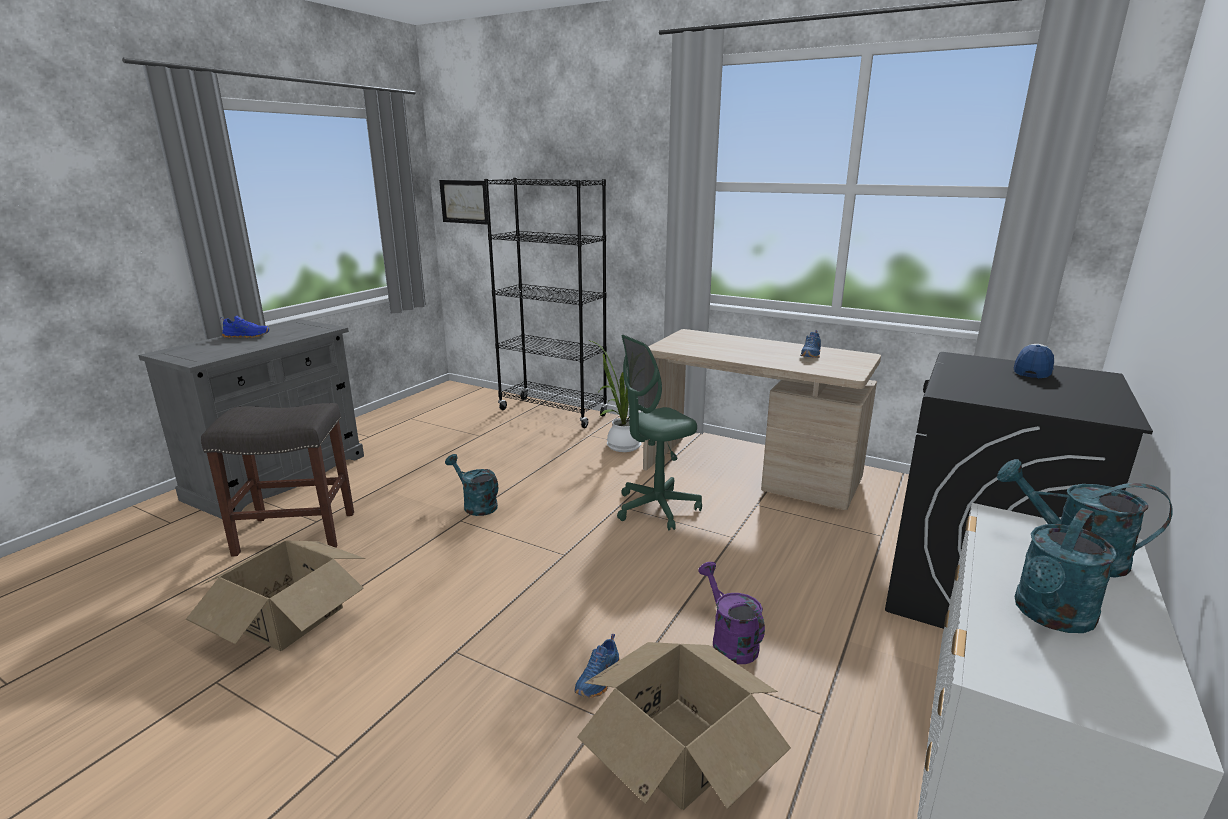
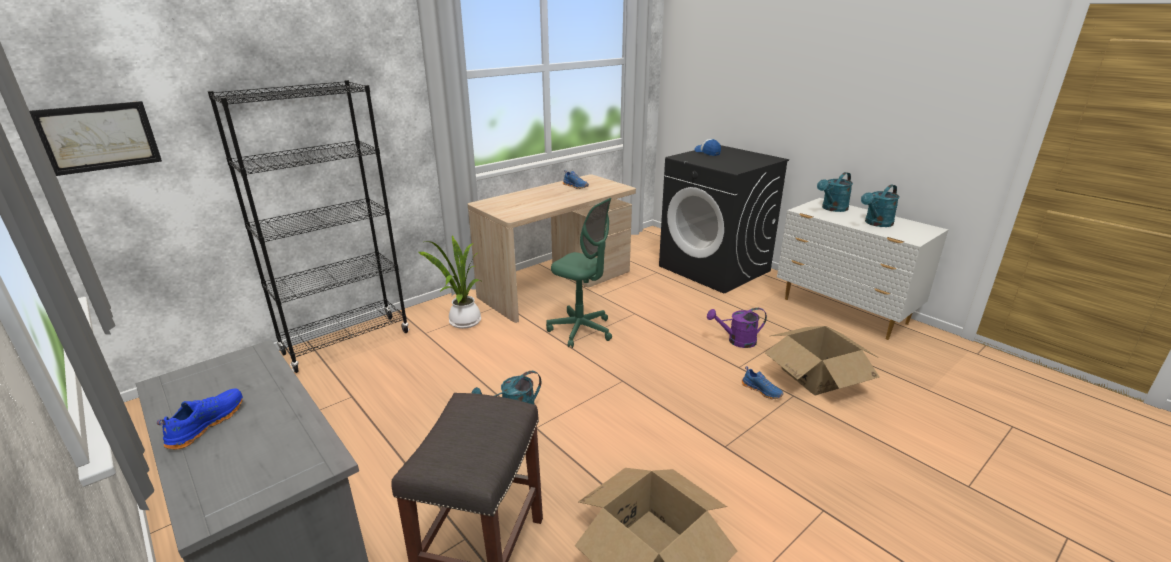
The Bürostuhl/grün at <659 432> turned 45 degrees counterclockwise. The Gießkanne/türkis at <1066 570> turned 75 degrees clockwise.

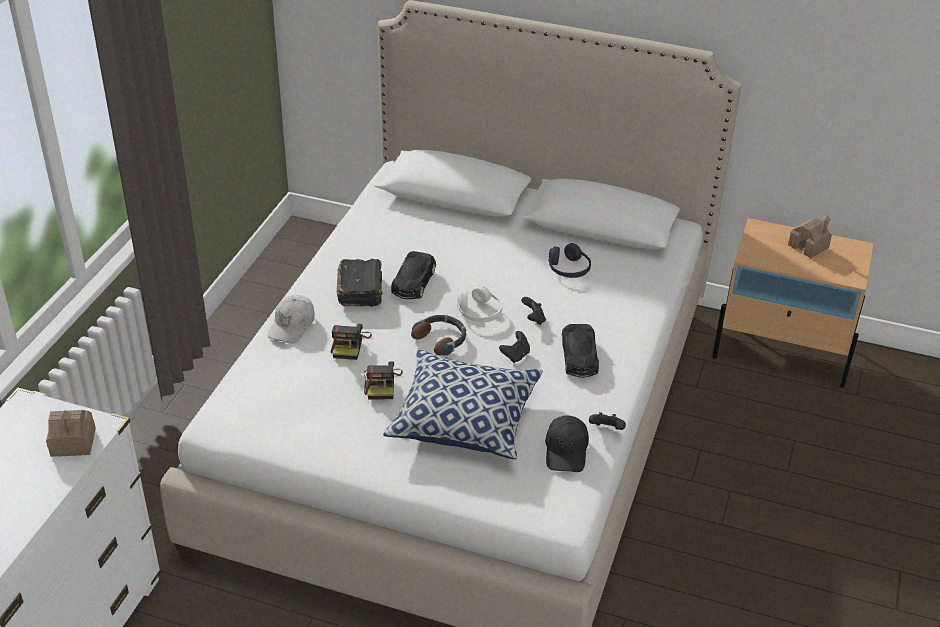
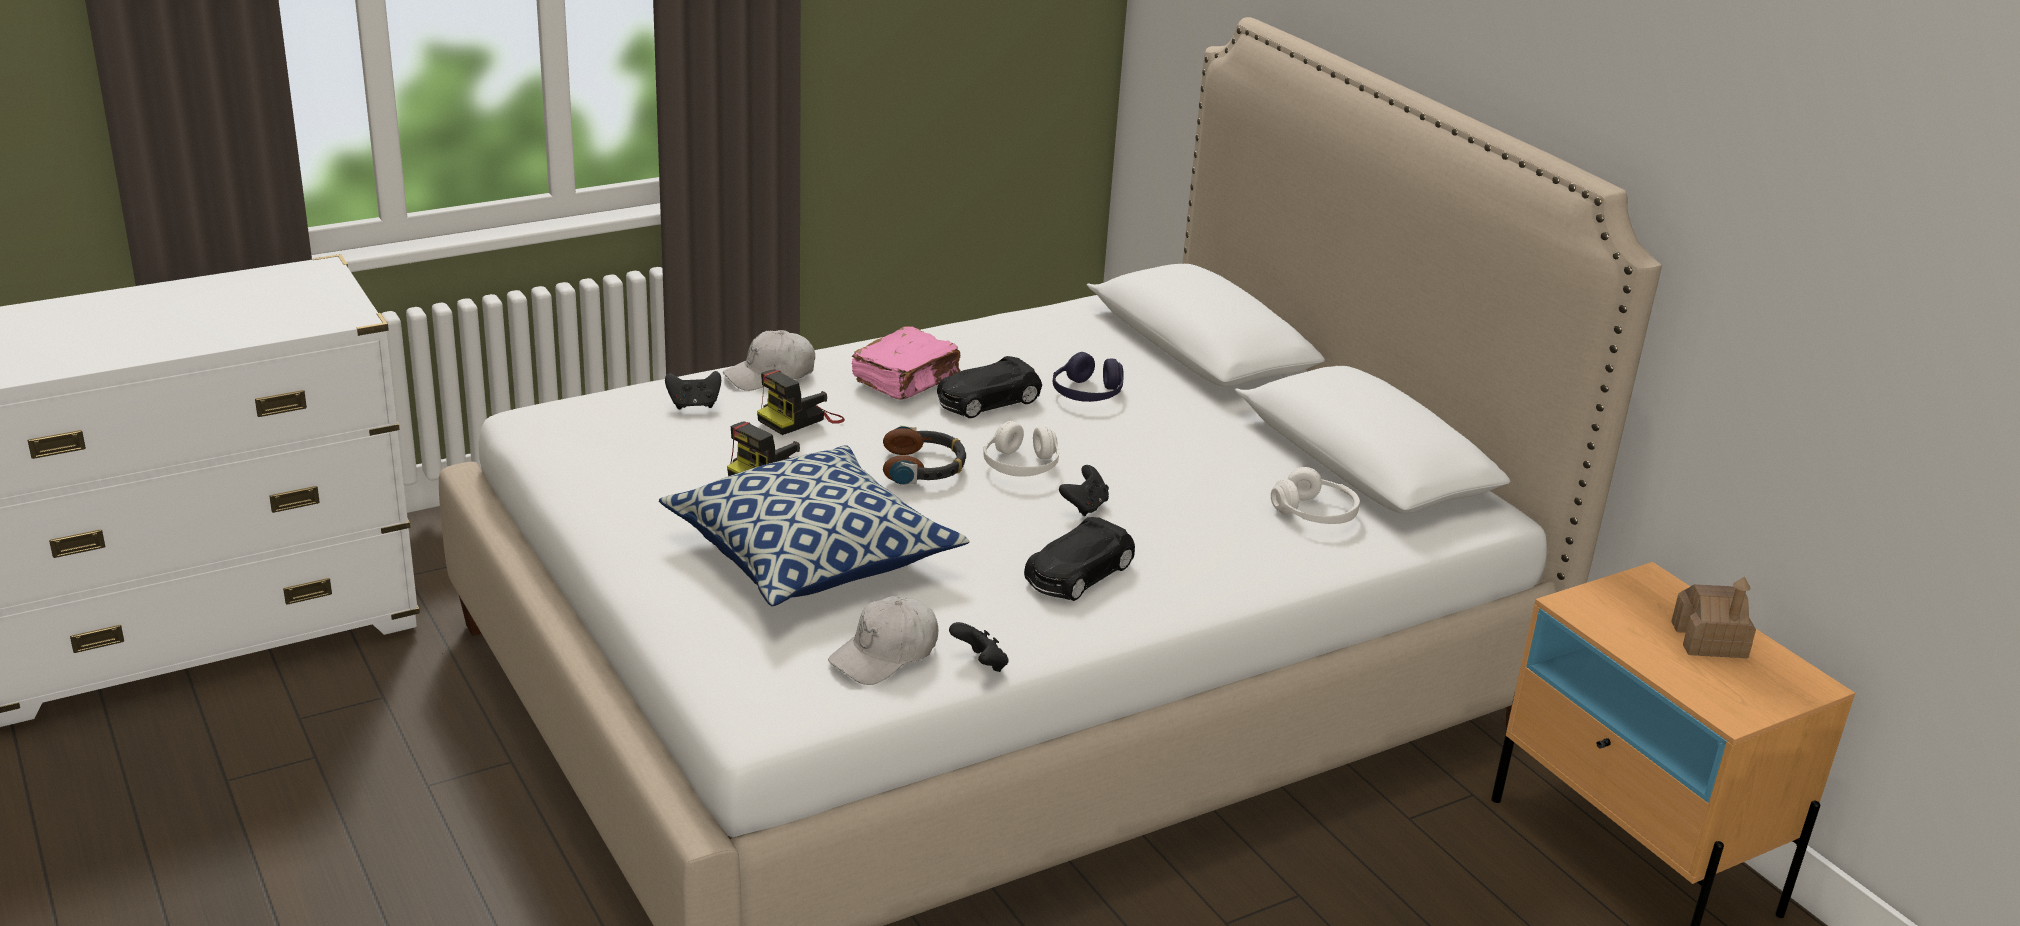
The Kopfhörer/lila moved from <569 260> to <1088 377>. The Buch/schwarz at <360 283> became the Buch/rosa at <906 363>. The Gamepad/schwarz moved from <514 347> to <693 390>. The Spielzeughaus at <71 433> disappeared. The Kappe/schwarz at <567 443> became the Kappe/weiß at <883 640>. The Kopfhörer/weiß at <1315 495> appeared.

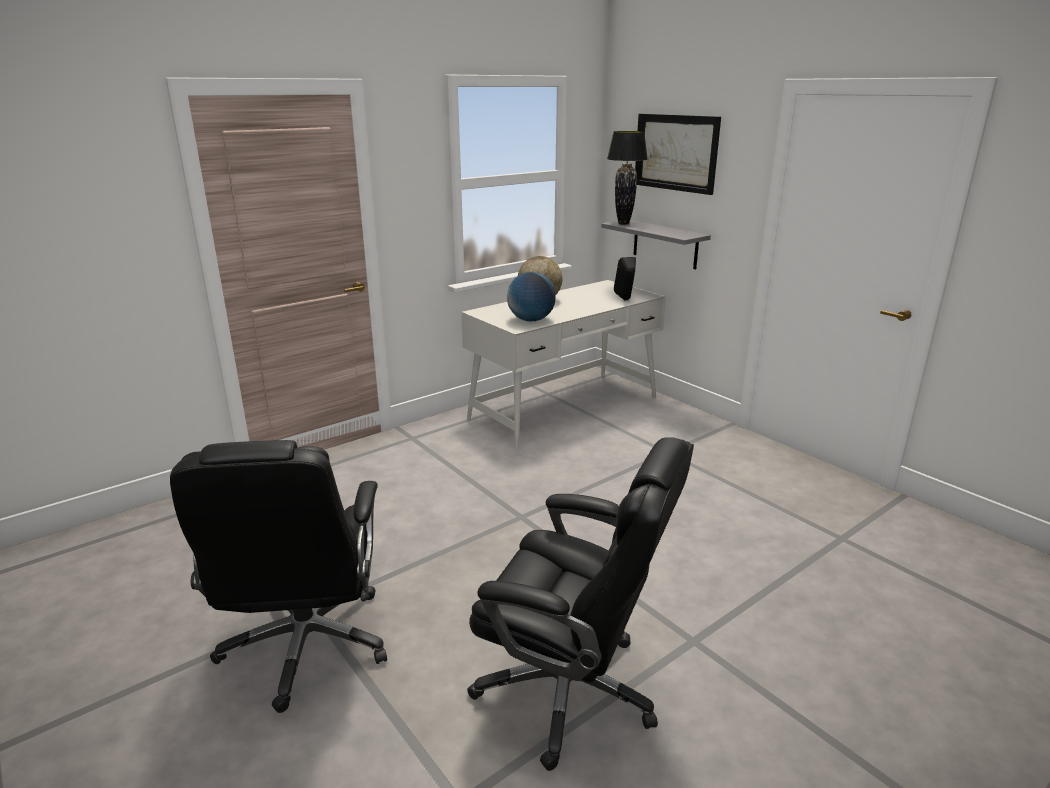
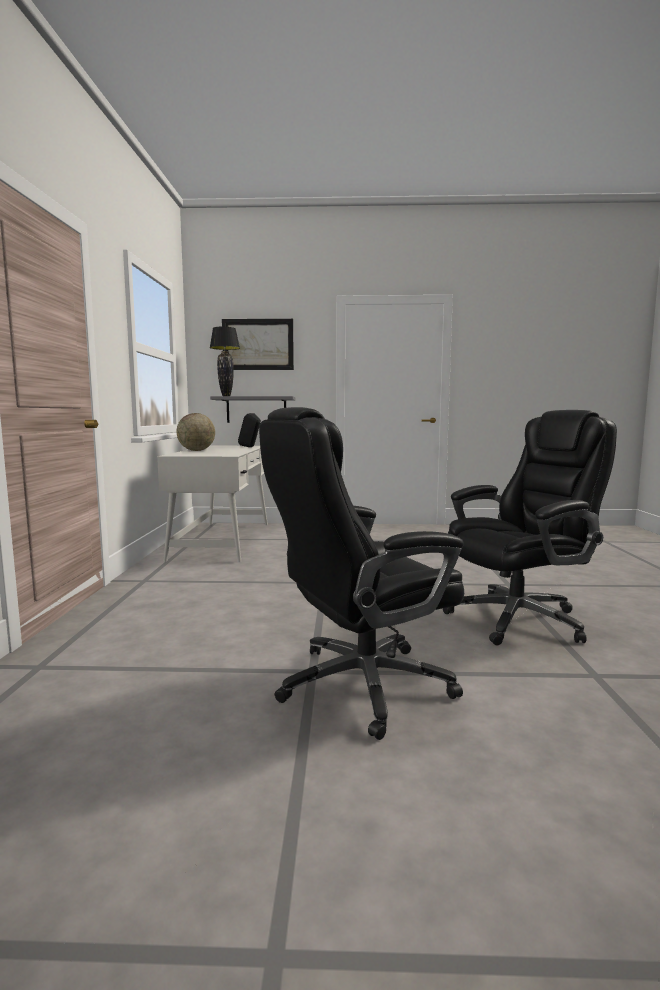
The Globus at <531 296> disappeared. The Bürostuhl/schwarz at <278 576> turned 120 degrees clockwise.

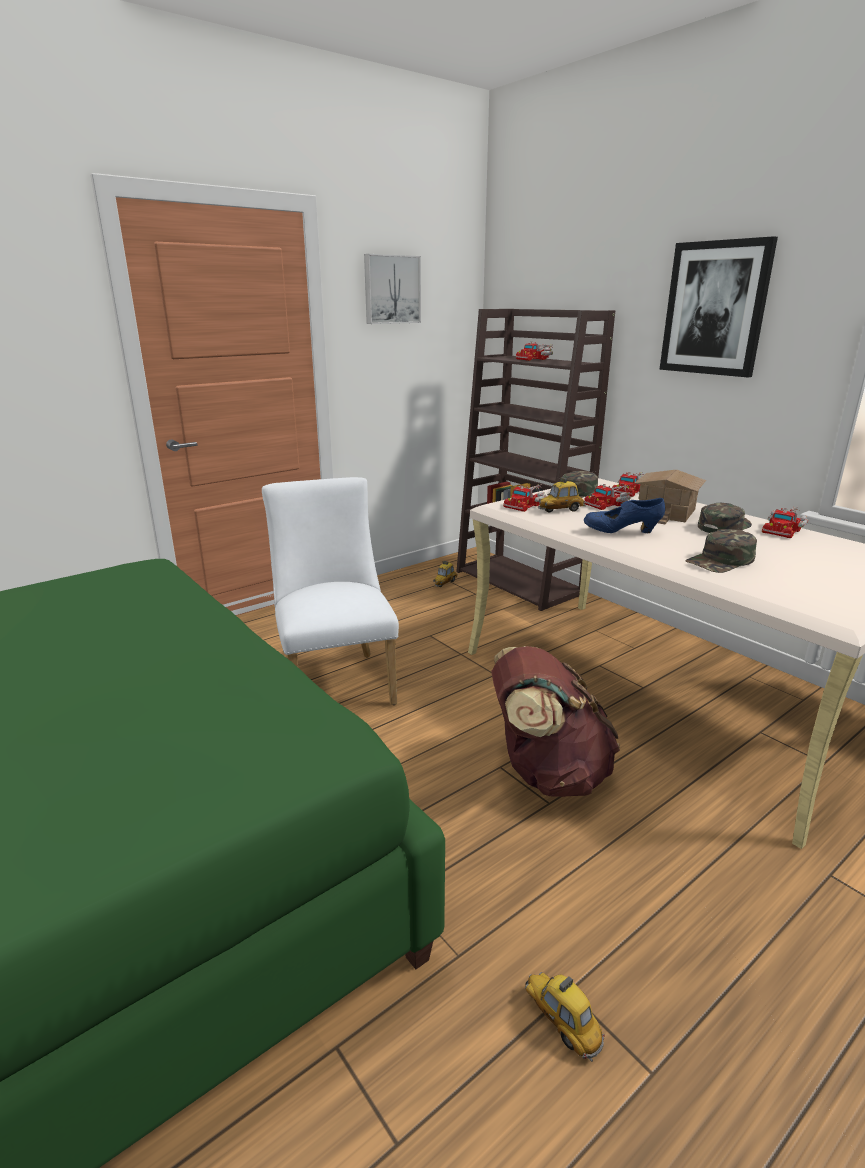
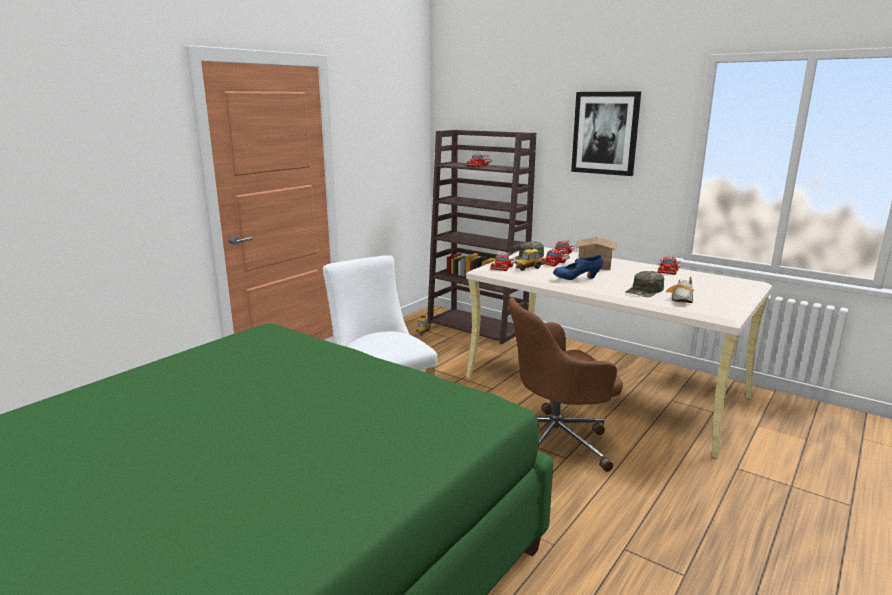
The Bild at <392 289> disappeared. The Kappe/grün at <725 518> disappeared. The Rucksack/braun at <555 721> was replaced by the Bürostuhl/braun at <565 384>. The Spielzeugauto at <565 1017> disappeared. The Schuh at <679 289> appeared.

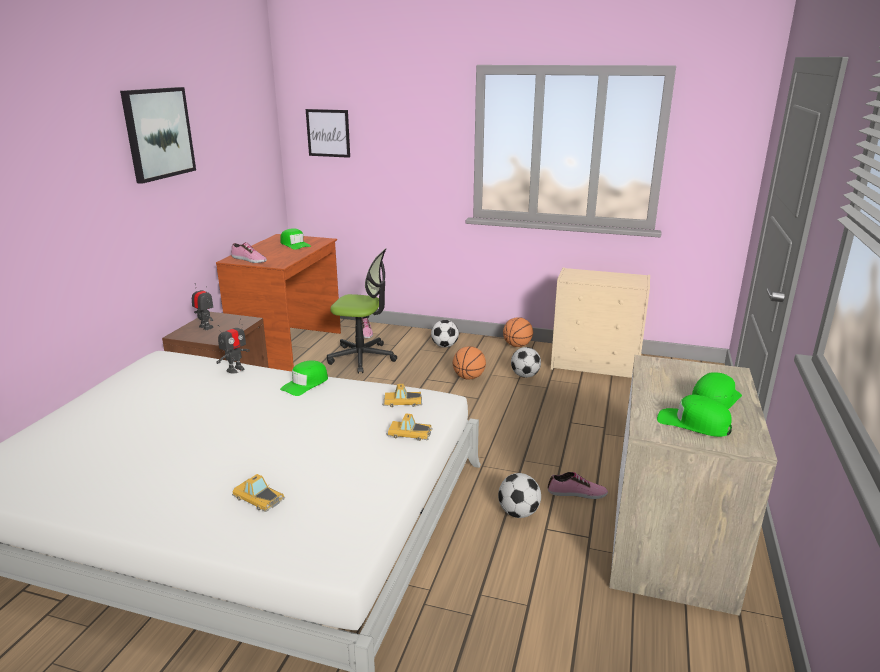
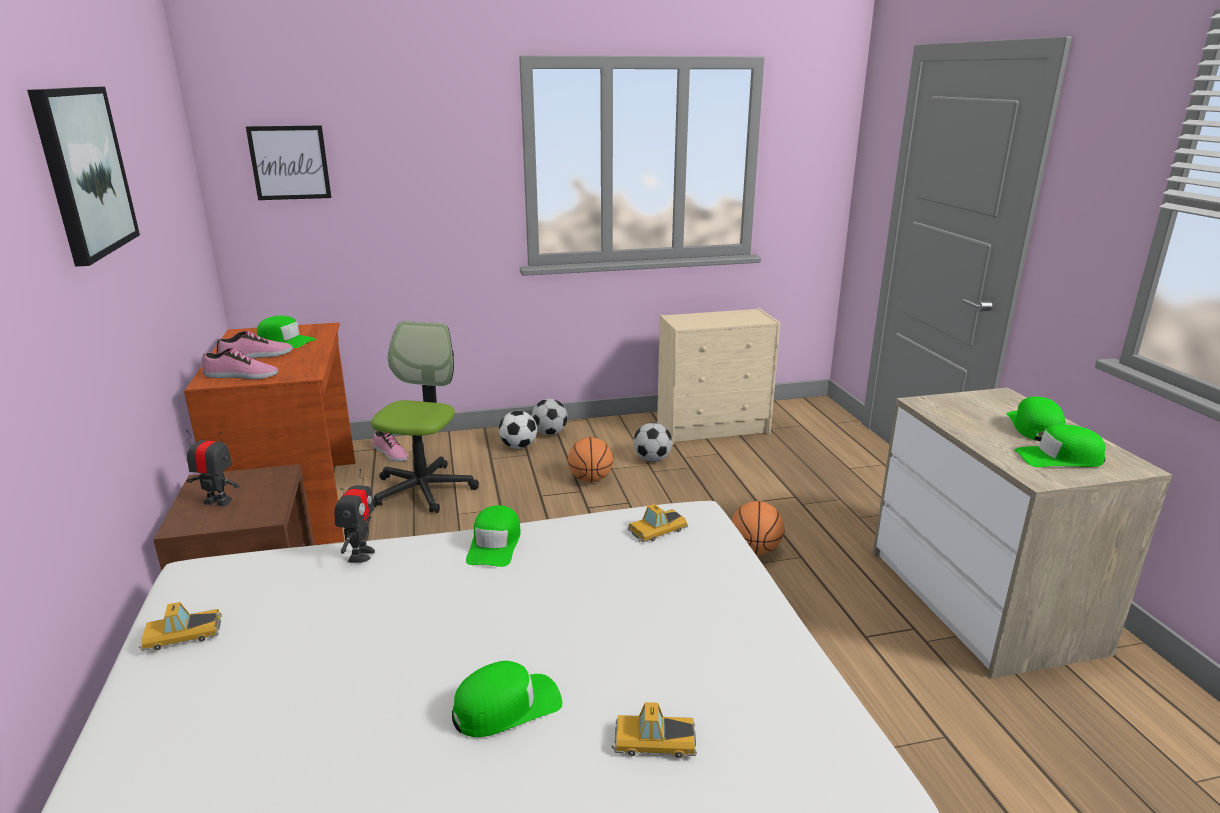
The Bürostuhl at <362 310> turned 60 degrees counterclockwise. The Basketball moved from <518 332> to <758 528>. The Spielzeugauto moved from <409 427> to <180 626>. The Schuh moved from <578 485> to <255 345>. The Fußball moved from <519 495> to <550 417>. The Kappe/grün at <507 699> appeared.

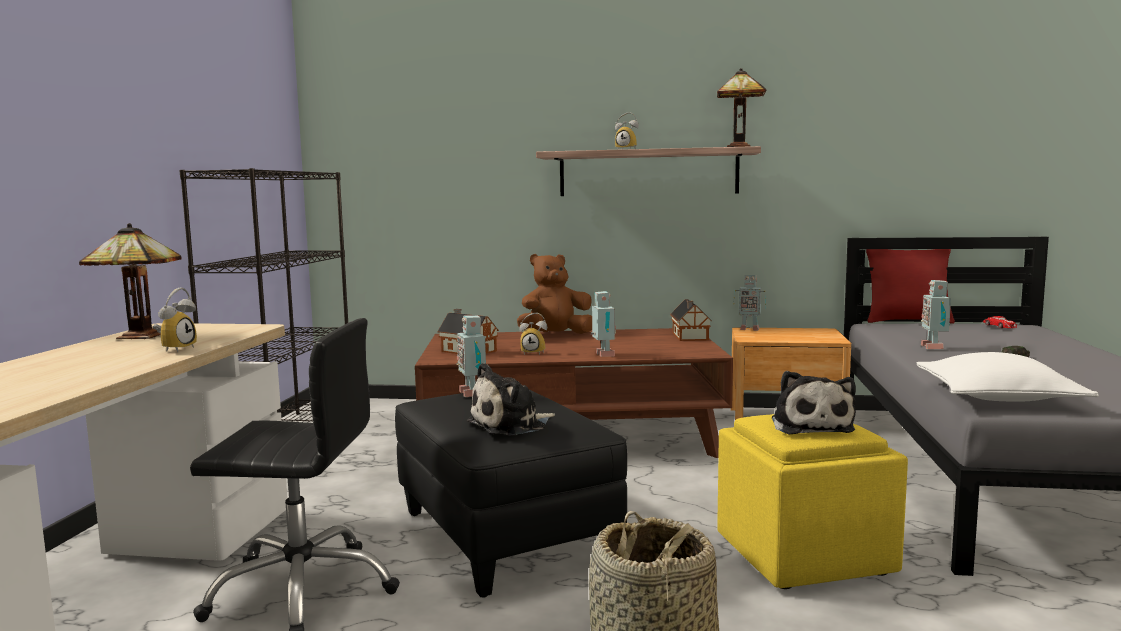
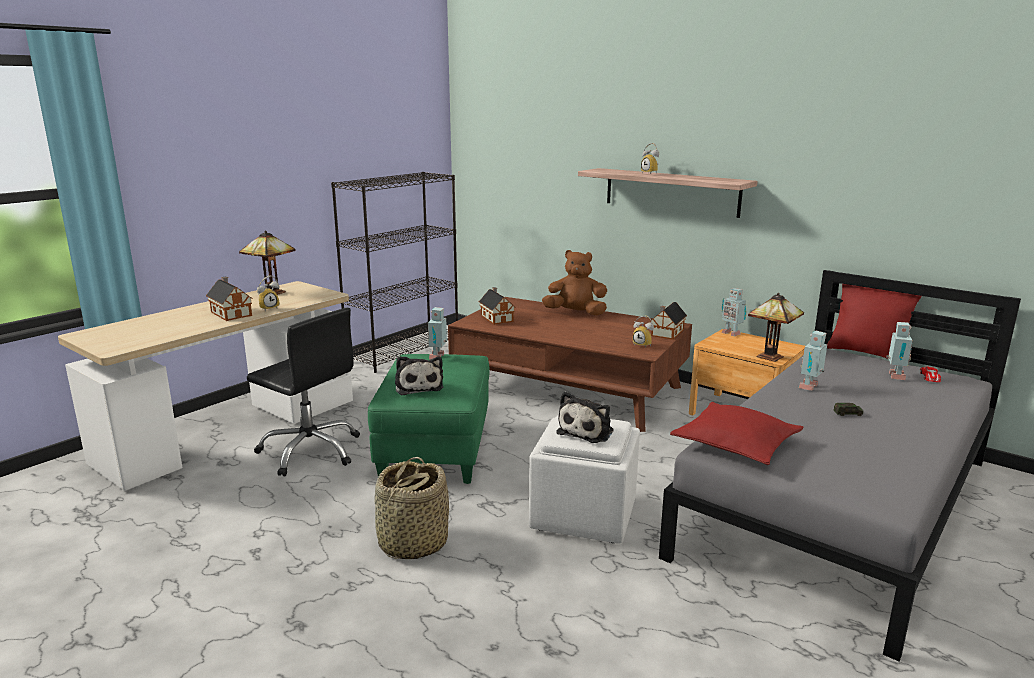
The Tischlampe moved from <741 107> to <776 327>. The Spielzeugroboter moved from <603 324> to <899 351>. The Wecker moved from <533 334> to <643 332>. The Kissen/weiß at <1008 377> became the Kissen/rot at <737 433>. The Plüschtier at <511 399> turned 105 degrees counterclockwise. The Polsterhocker/schwarz at <511 494> became the Polsterhocker/grün at <429 419>. The Polsterhocker/gelb at <813 501> became the Polsterhocker/weiß at <584 479>. The Spielzeughaus at <229 298> appeared.

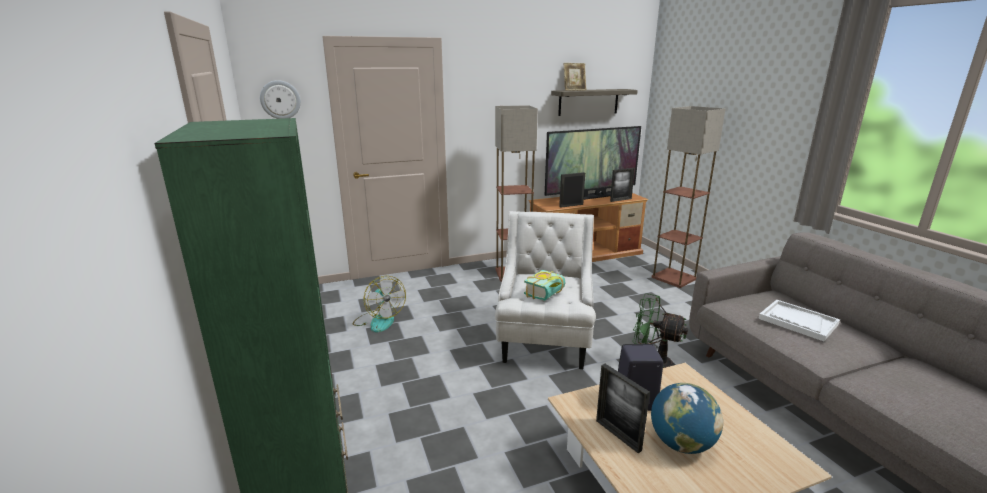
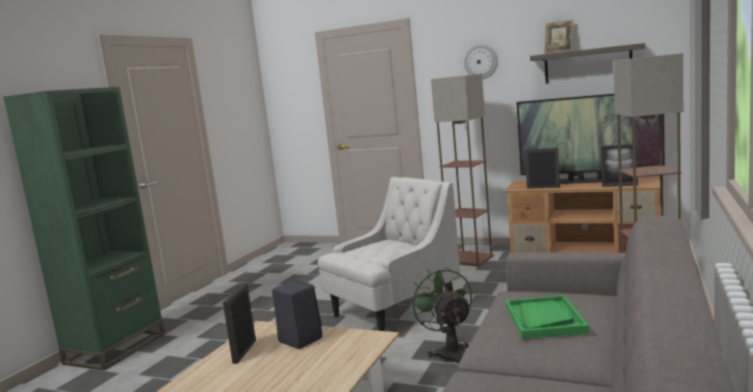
The Wanduhr moved from <280 99> to <481 61>. The Buch at <545 285> disappeared. The Ventilator at <379 304> disappeared. The Tablett/weiß at <799 320> became the Tablett/grün at <547 317>. The Globus at <687 418> disappeared.

